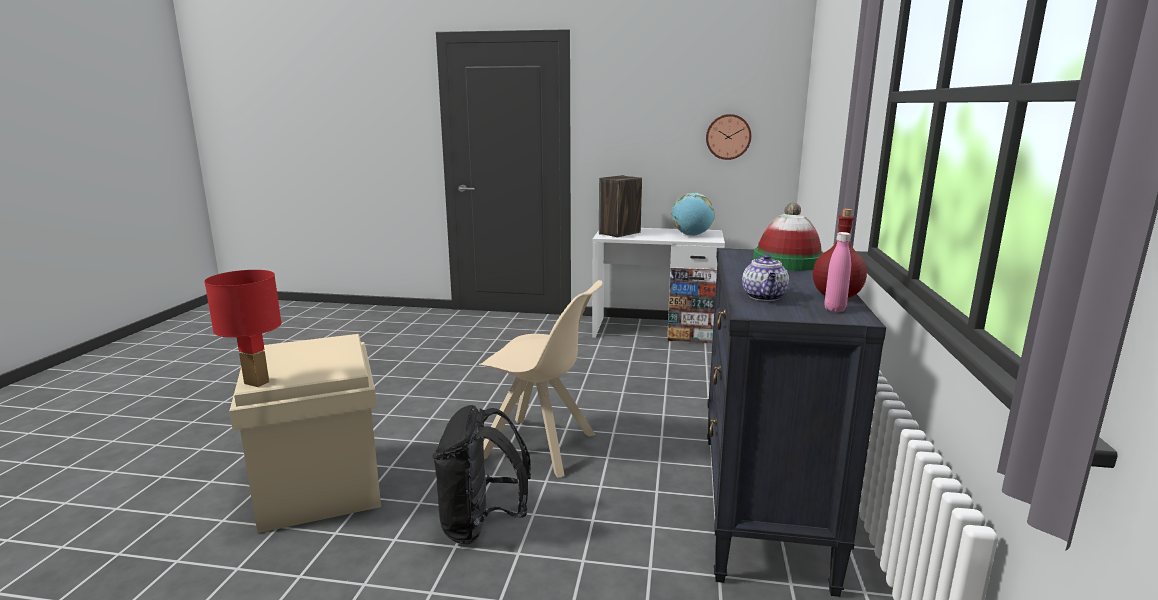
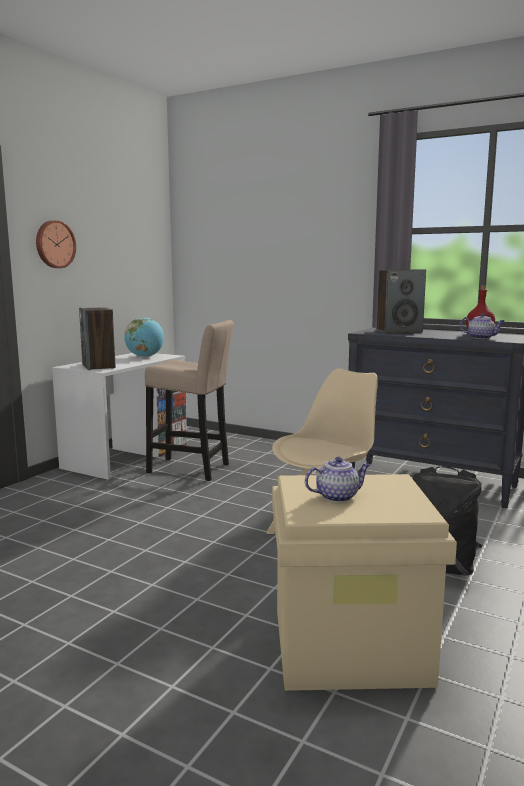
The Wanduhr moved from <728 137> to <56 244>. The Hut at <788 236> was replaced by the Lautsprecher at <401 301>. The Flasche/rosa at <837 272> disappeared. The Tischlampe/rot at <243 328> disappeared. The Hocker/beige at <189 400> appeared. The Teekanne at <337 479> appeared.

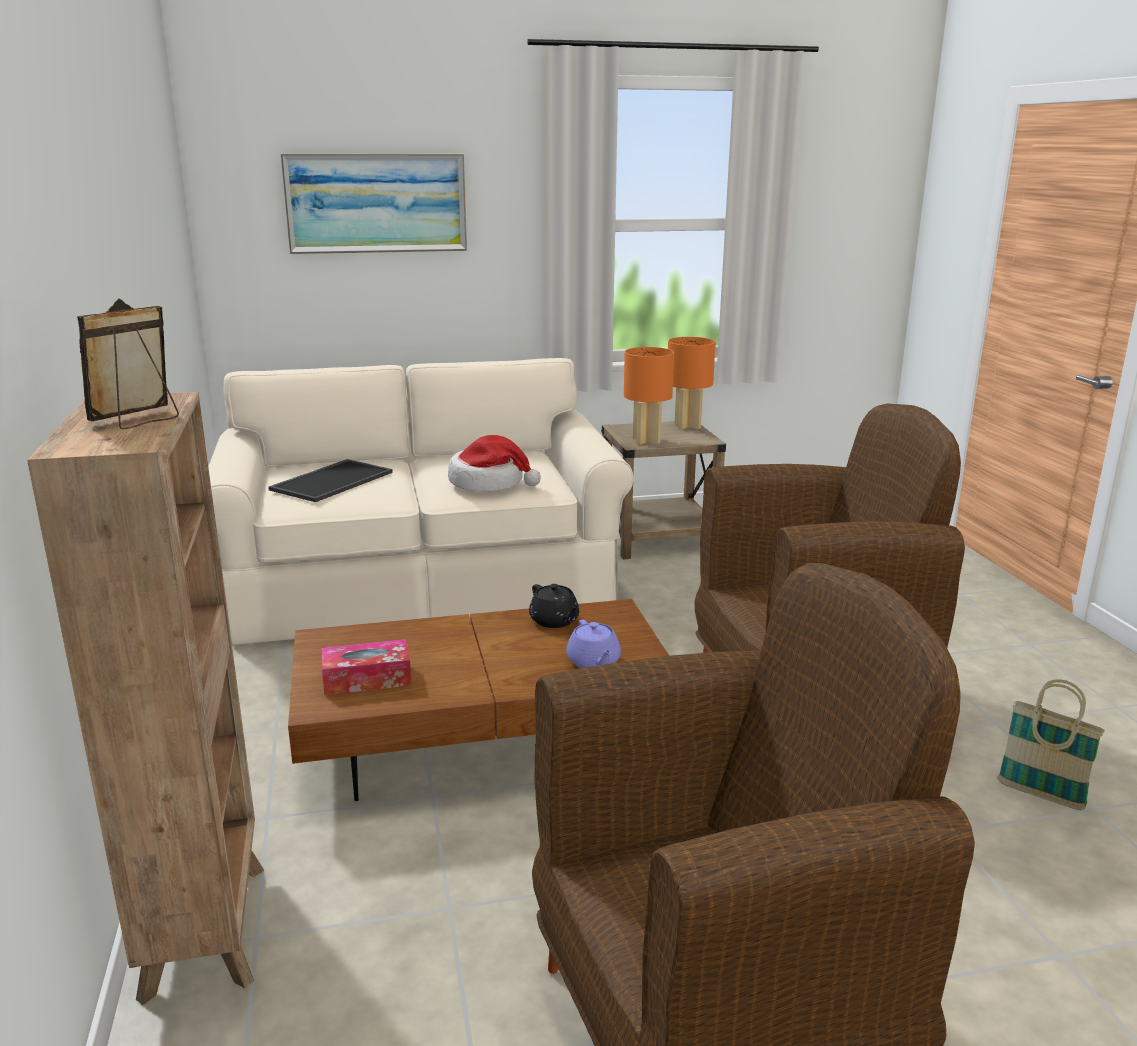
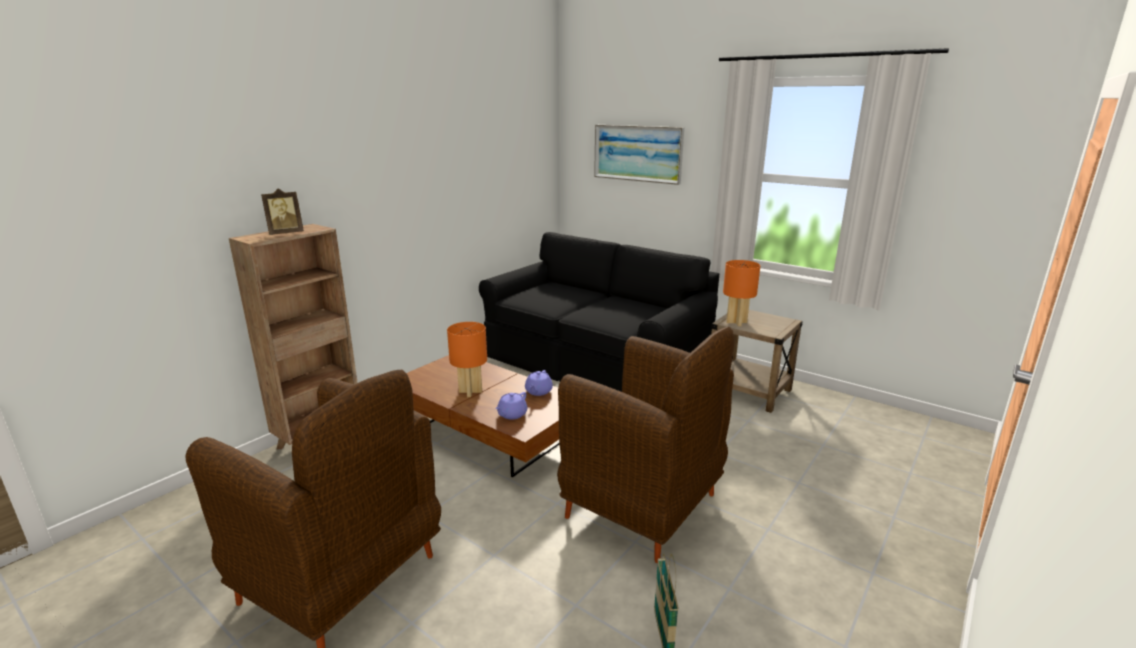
The Bilderrahmen at <128 363> turned 150 degrees clockwise. The Tischlampe/orange moved from <692 383> to <467 359>. The Sofa/beige at <420 501> became the Sofa/schwarz at <599 312>. The Hut at <494 463> disappeared. The Tablett at <330 480> disappeared. The Teekanne/schwarz at <554 606> became the Teekanne/lila at <539 383>. The Taschentuchbox at <366 667> disappeared.

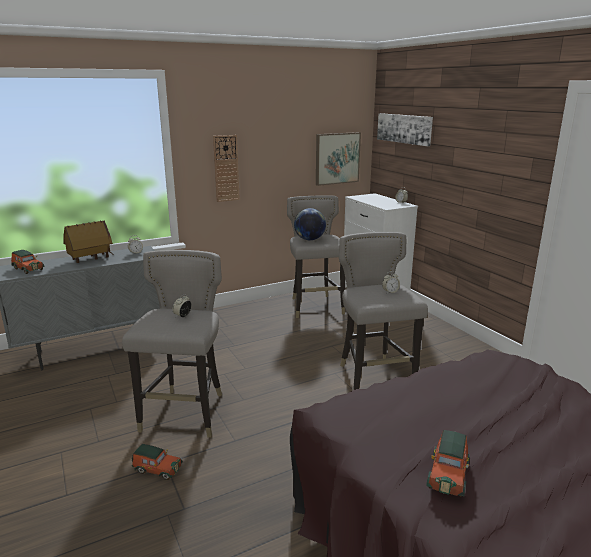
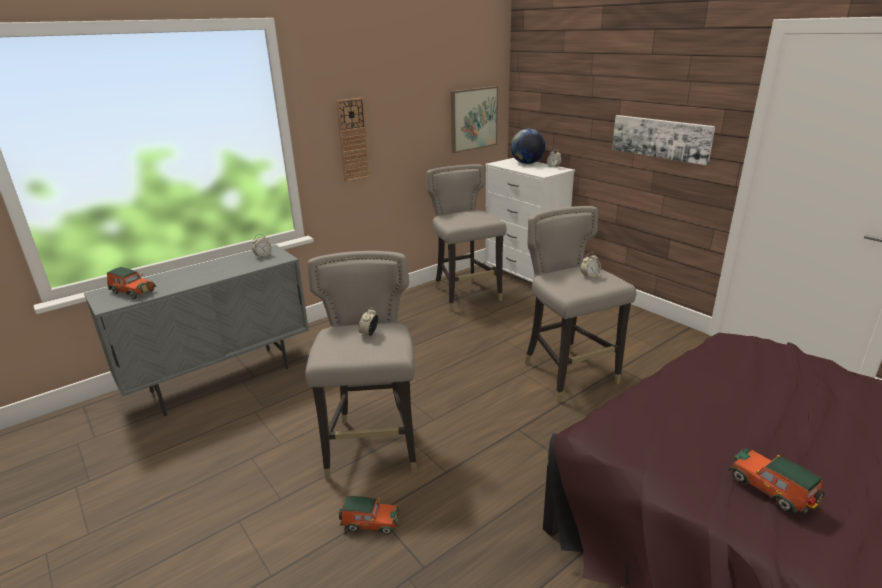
The Bild moved from <405 129> to <663 140>. The Globus moved from <310 224> to <528 146>. The Spielzeughaus at <88 241> disappeared. The Spielzeugauto at <448 463> turned 135 degrees clockwise.

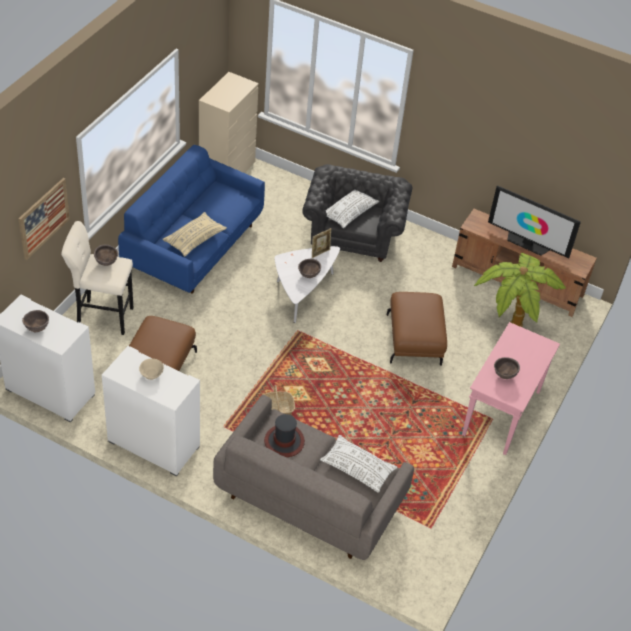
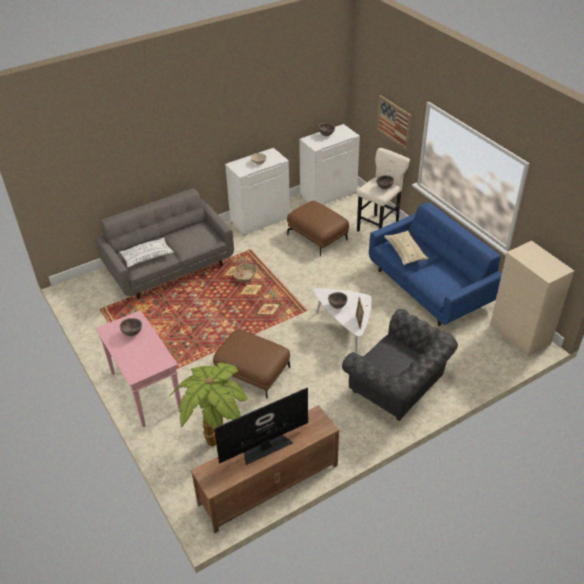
The Kissen/weiß at <352 209> disappeared. The Hut at <284 435> disappeared.

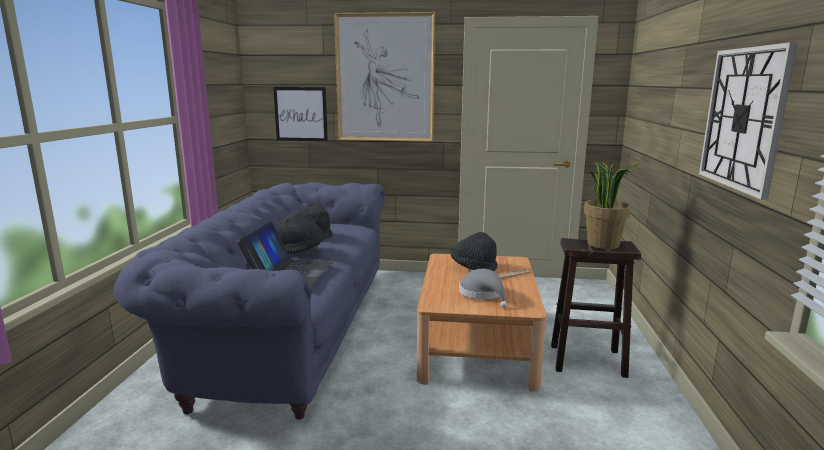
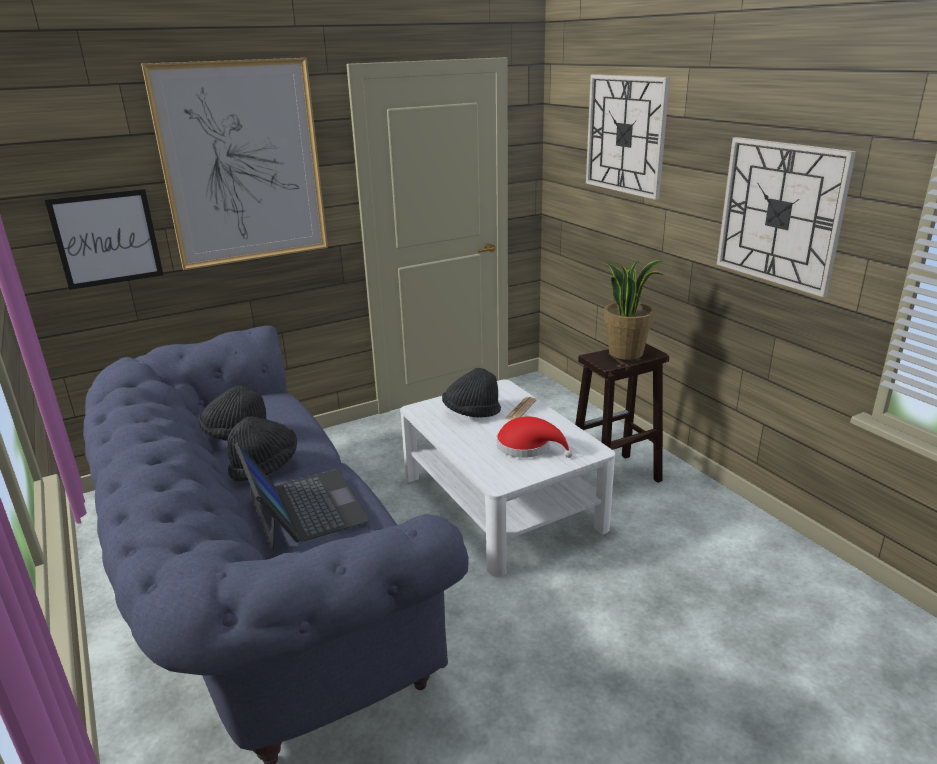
The Couchtisch/braun at <481 323> became the Couchtisch/weiß at <507 478>. The Hut/grau at <483 288> became the Hut/rot at <535 437>. The Wanduhr at <628 137> appeared.

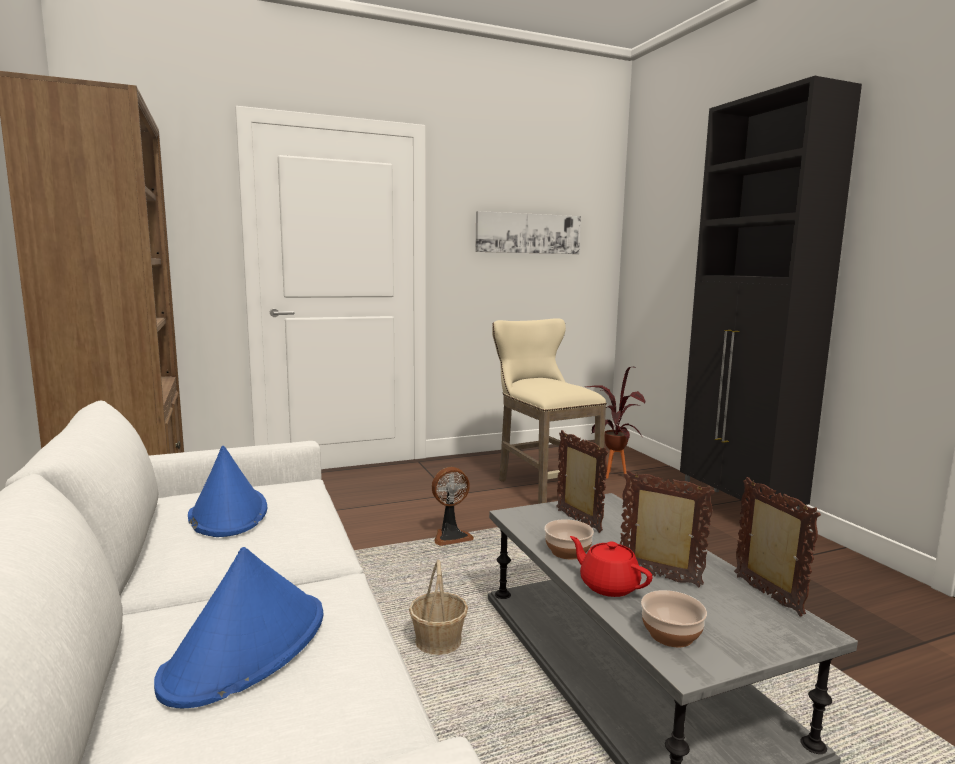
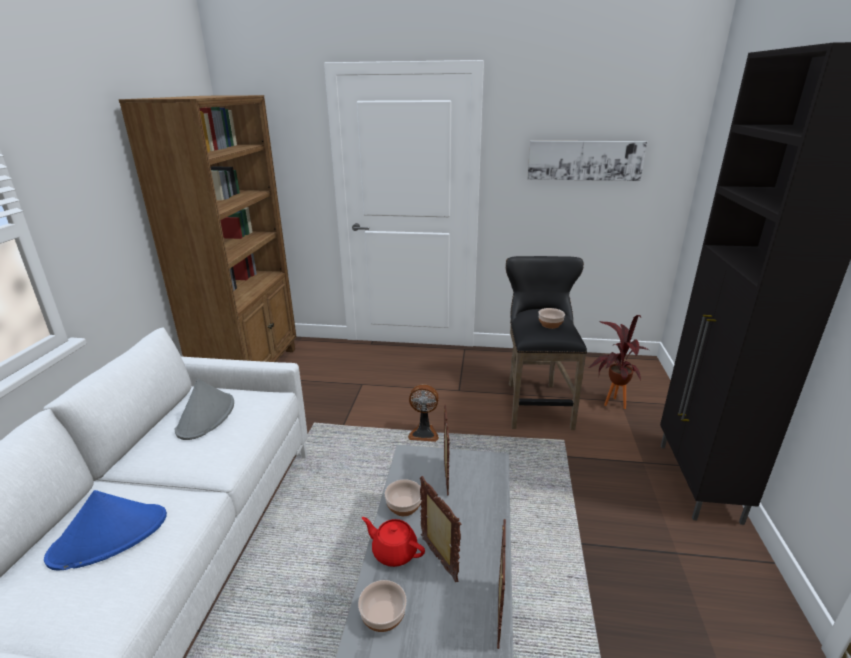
The Hocker/beige at <549 411> became the Hocker/schwarz at <546 343>. The Hut/blau at <228 491> became the Hut/grau at <204 409>. The Teekanne/rot at <611 566> turned 45 degrees counterclockwise. The Korb at <438 607> disappeared. The Schüssel at <551 318> appeared.

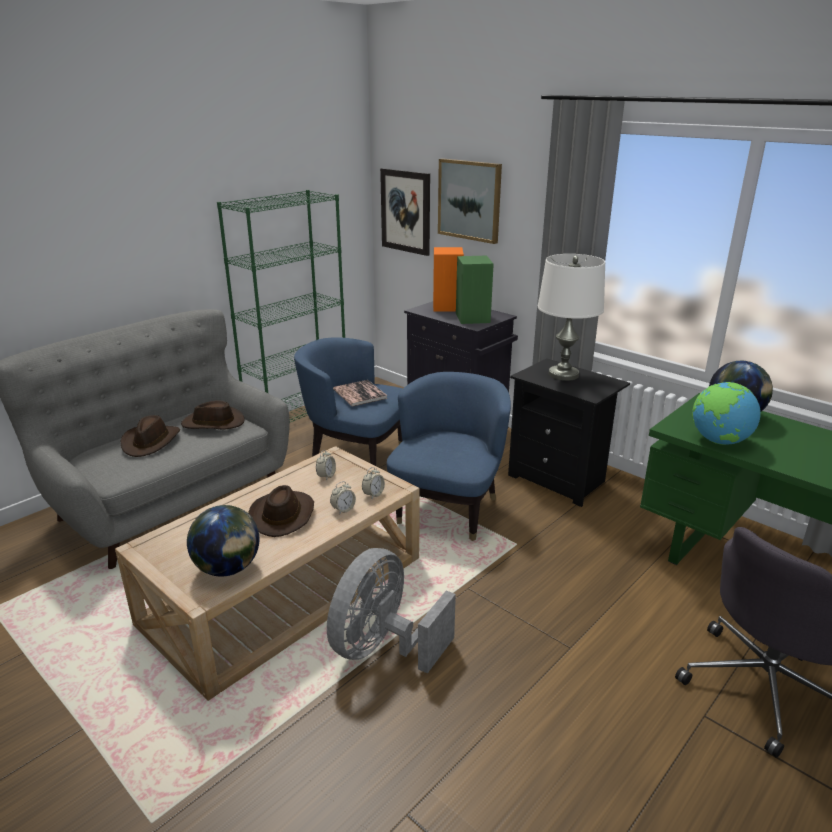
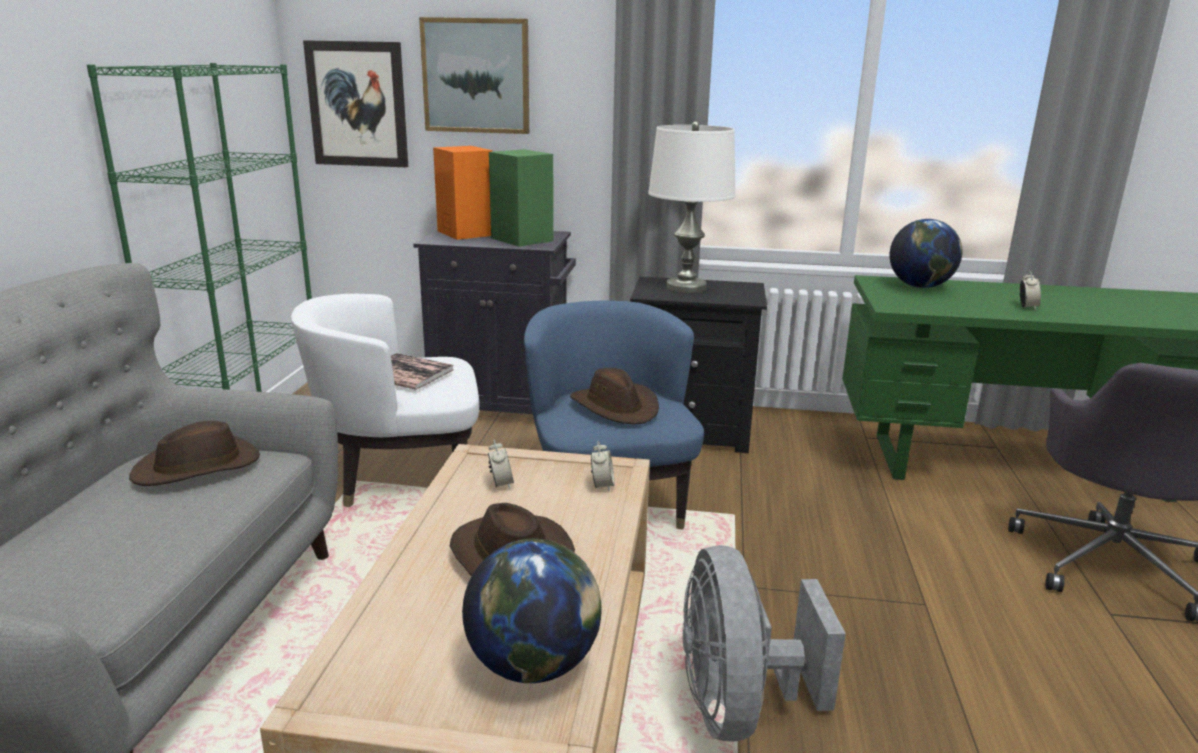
The Sessel/blau at <348 402> became the Sessel/weiß at <385 400>. The Globus at <726 413> disappeared. The Hut/braun moved from <150 436> to <614 396>. The Wecker moved from <343 498> to <1030 290>.

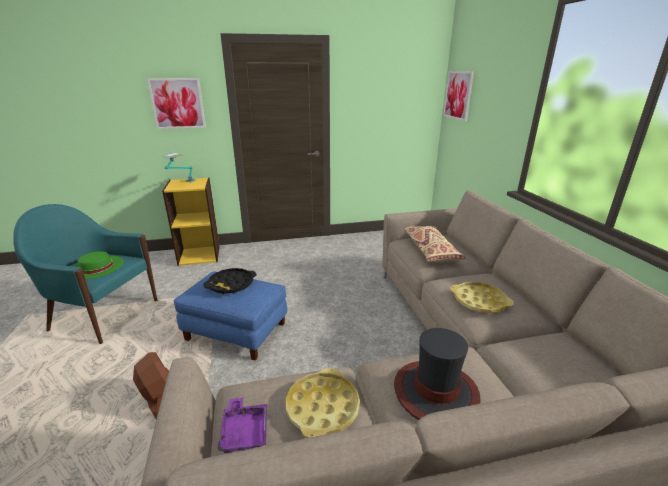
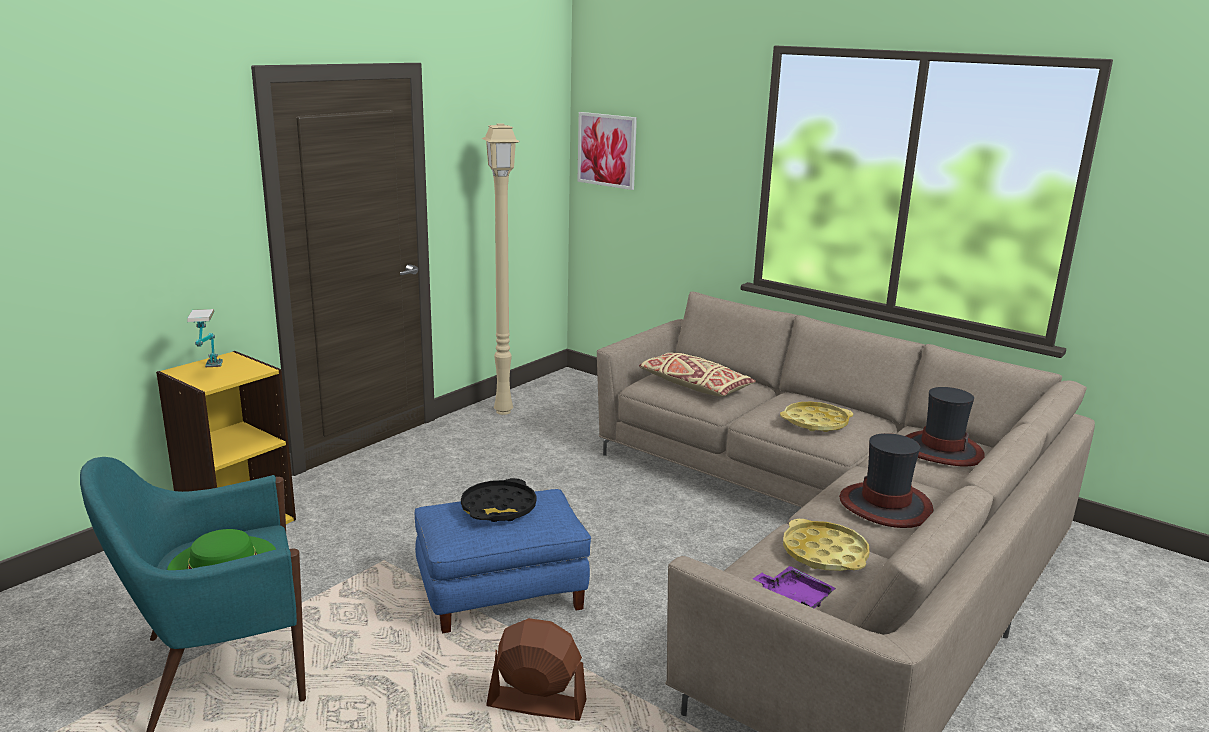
The Bild at <176 103> disappeared. The Stehlampe/beige at <501 269> appeared. The Hut at <945 426> appeared.

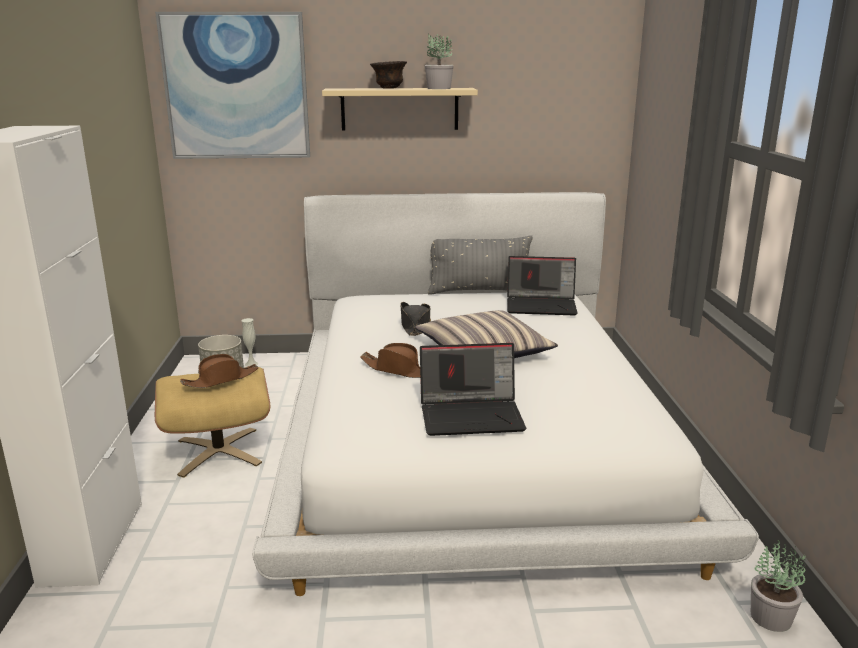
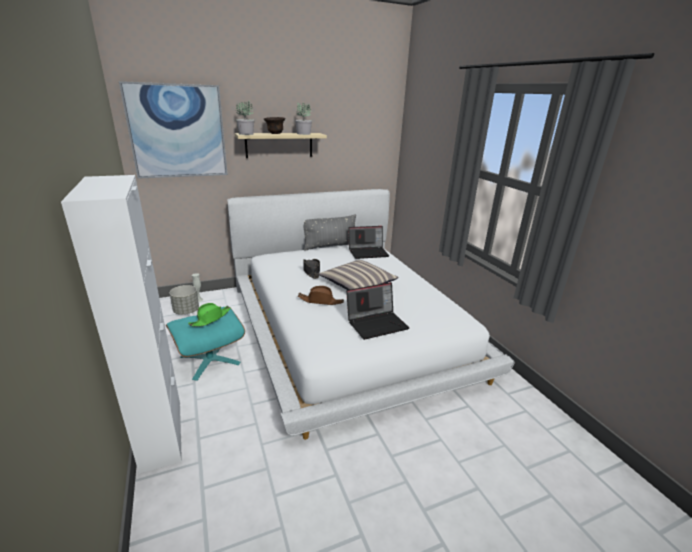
The Hut/braun at <219 371> became the Hut/grün at <209 315>. The Polsterhocker/beige at <212 422> became the Polsterhocker/türkis at <205 344>. The Topfpflanze moved from <778 586> to <245 118>.

